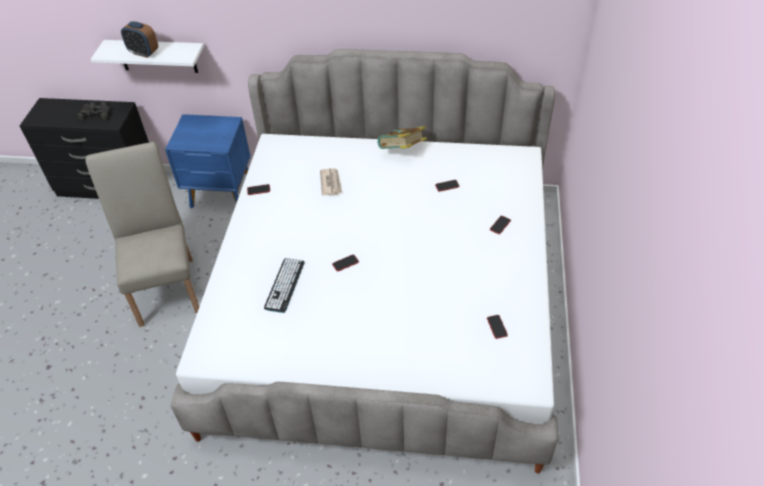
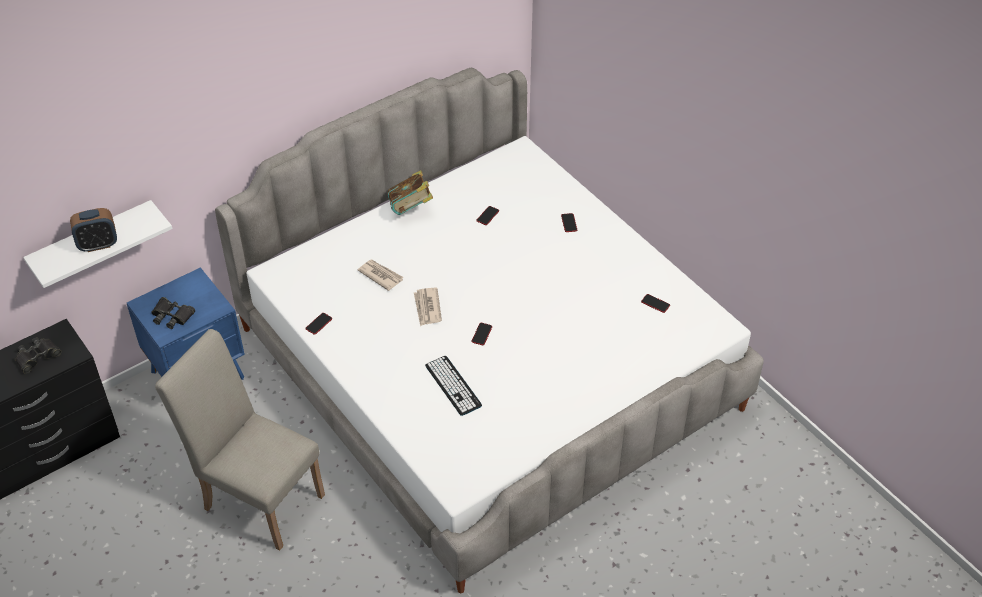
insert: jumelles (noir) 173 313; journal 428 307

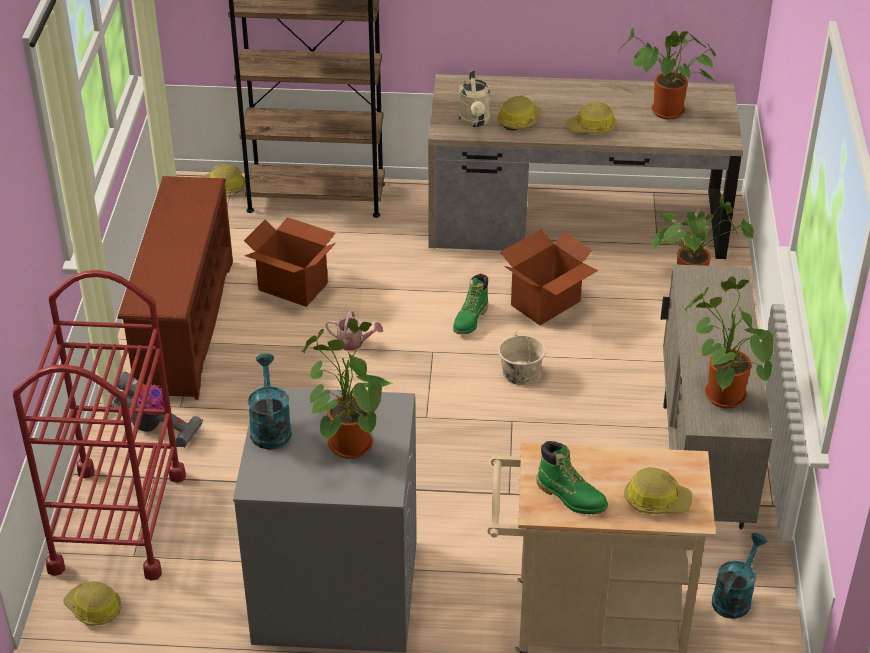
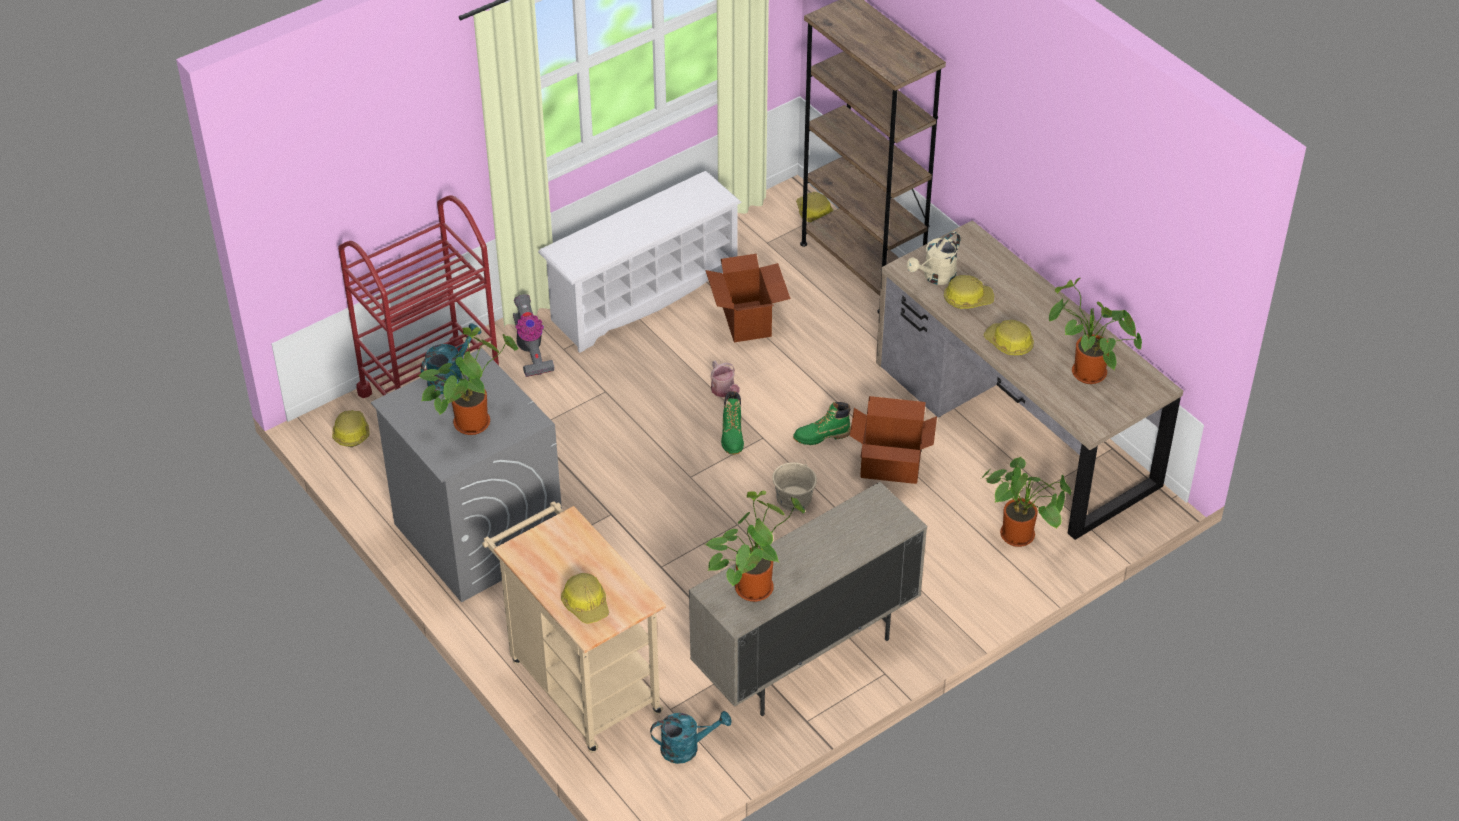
move: botte (vert) 572 478 to 732 423
recolor: étagère à chaussures (marron) 175 288 to étagère à chaussures (blanc) 640 262

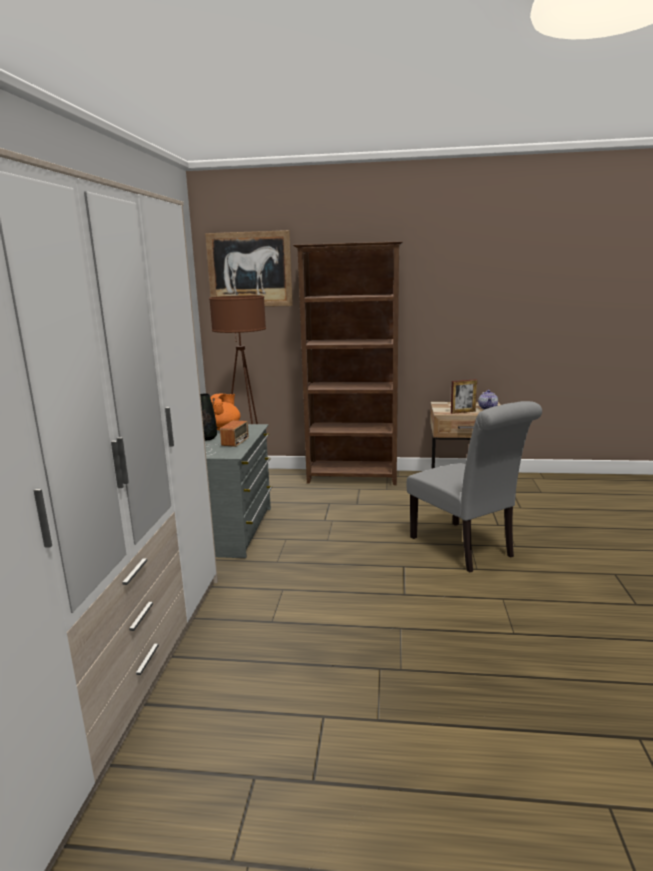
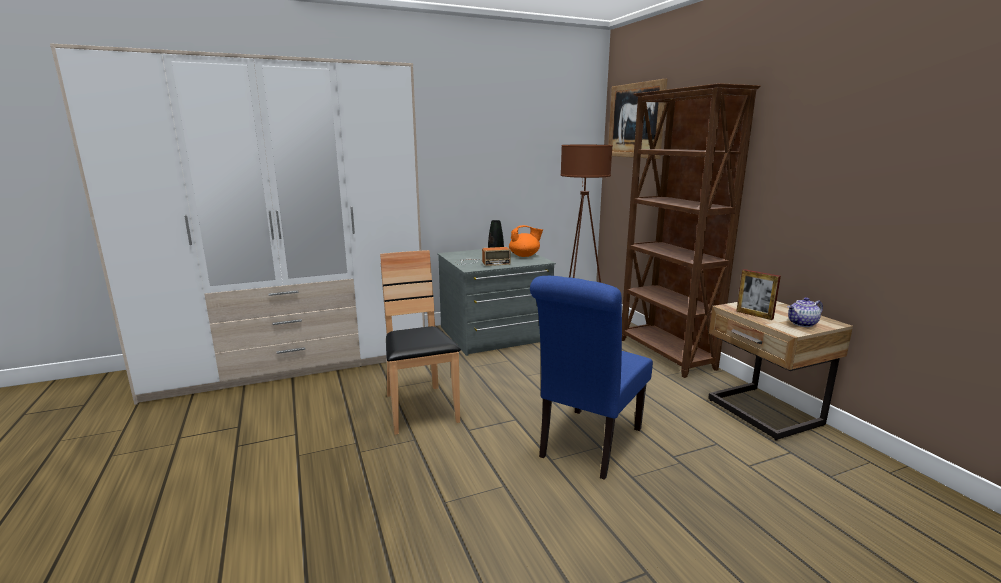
insert: chaise (marron) 420 342
recolor: chaise (gris) 474 486 to chaise (bleu) 591 378

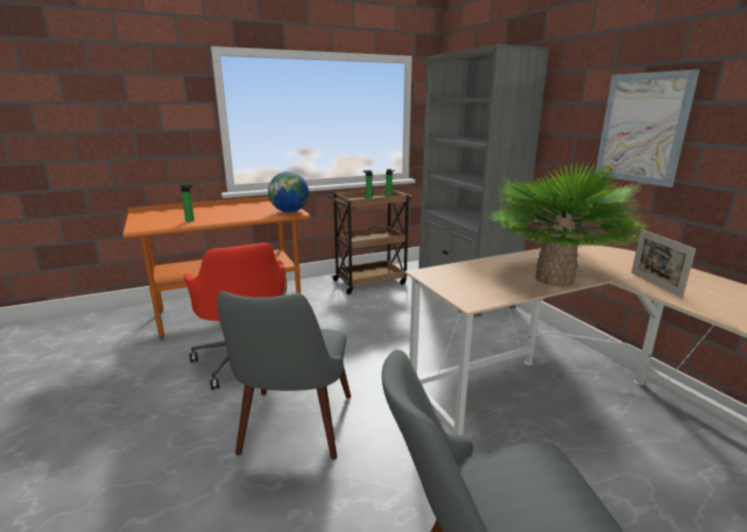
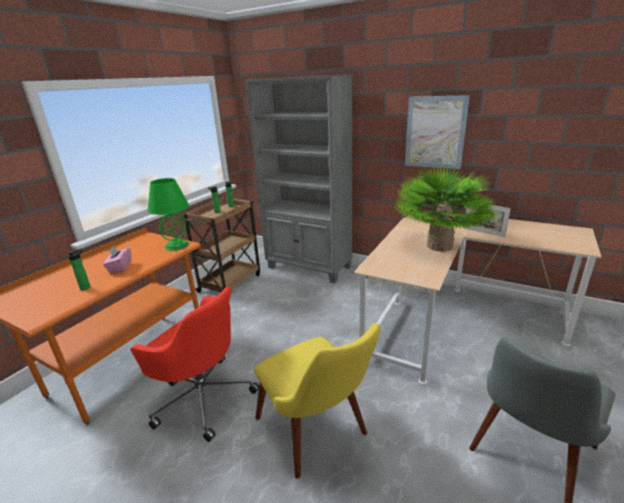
insert: boîte à mouchoirs (rose) 117 259
replace: globe 288 192 to lampe de table (vert) 168 214
recolor: chaise (gris) 284 375 to chaise (jaune) 317 401

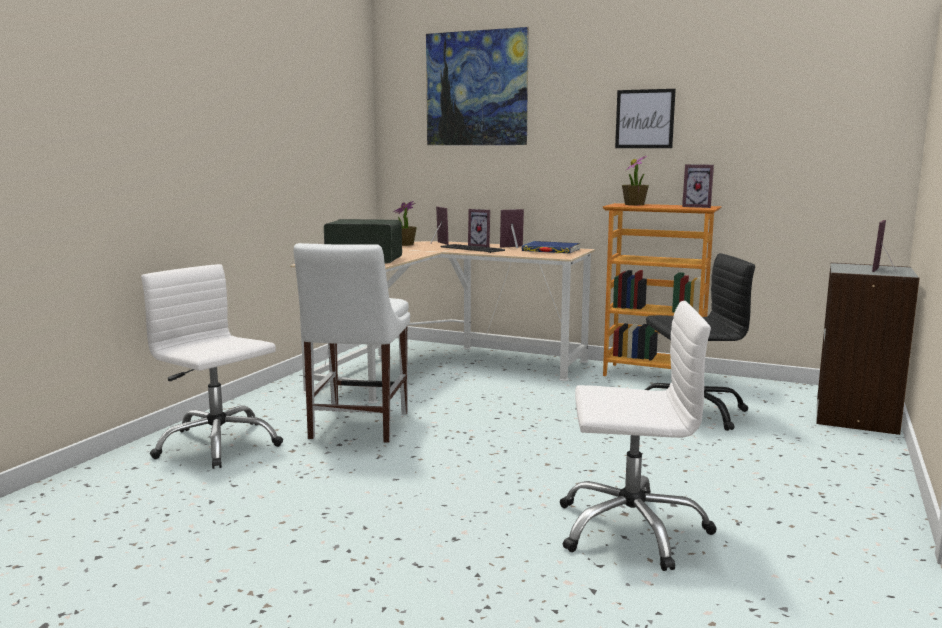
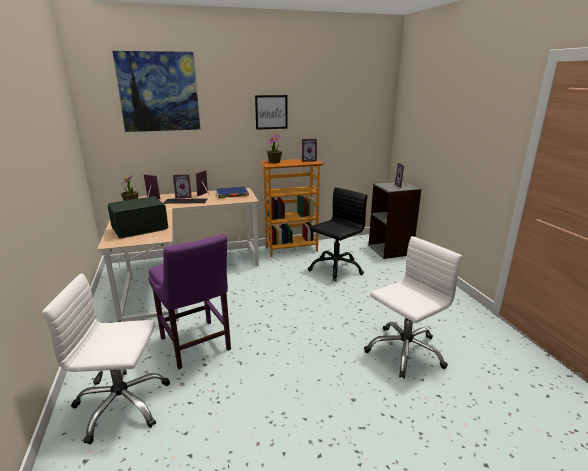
recolor: chaise (blanc) 351 343 to chaise (violet) 190 302

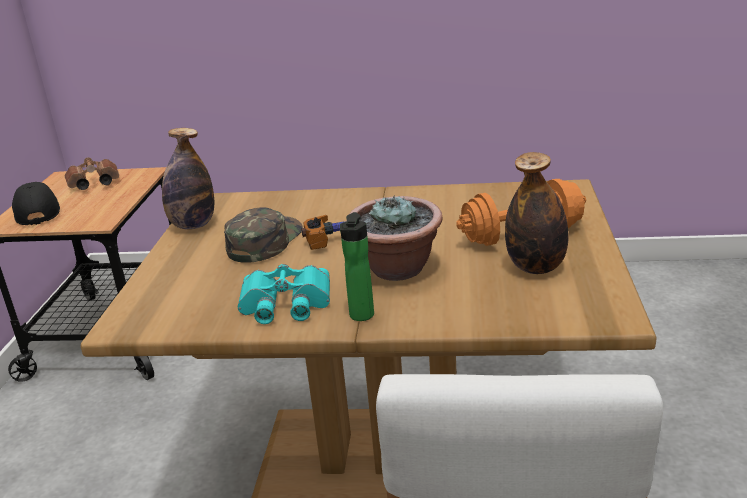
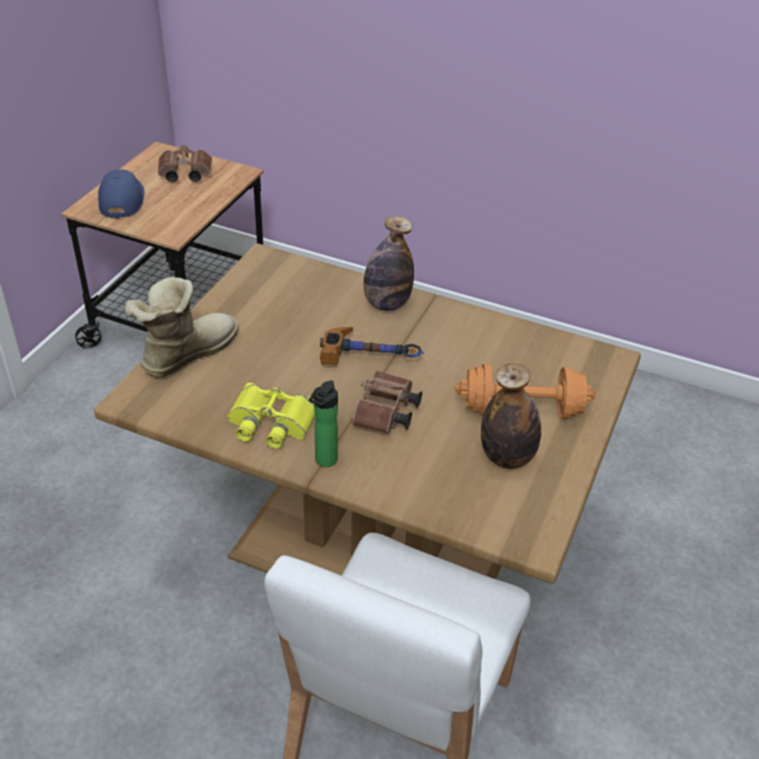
delete: casquette (vert) 263 235
insert: botte 181 327
move: bouteille 188 178 to 389 263
replace: plante en pot 394 238 to jumelles (marron) 386 402
recolor: casquette (noir) 36 203 to casquette (bleu) 121 193; jumelles (turquoise) 284 294 to jumelles (jaune) 271 416

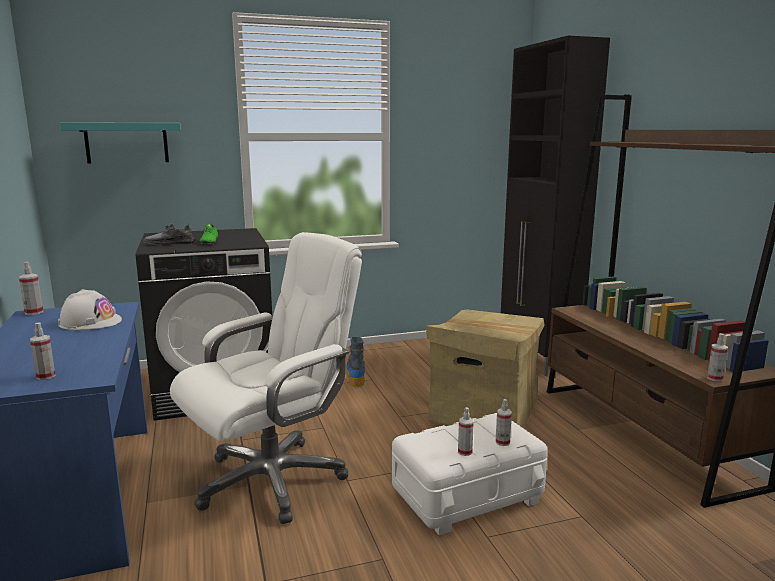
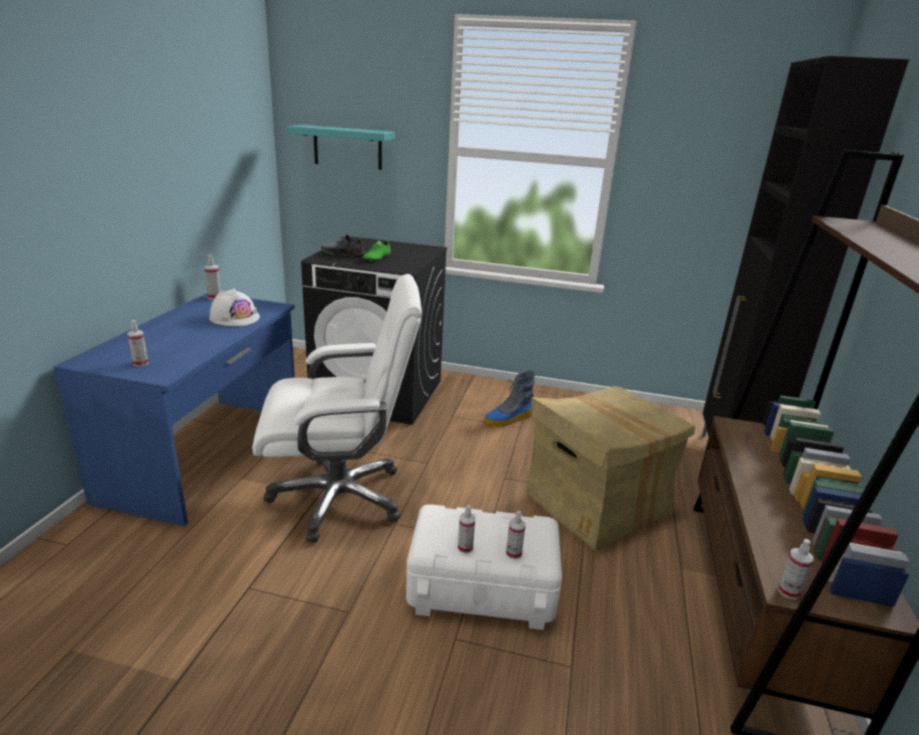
rotate: botte 355 362 = 509 398 150 degrees counterclockwise

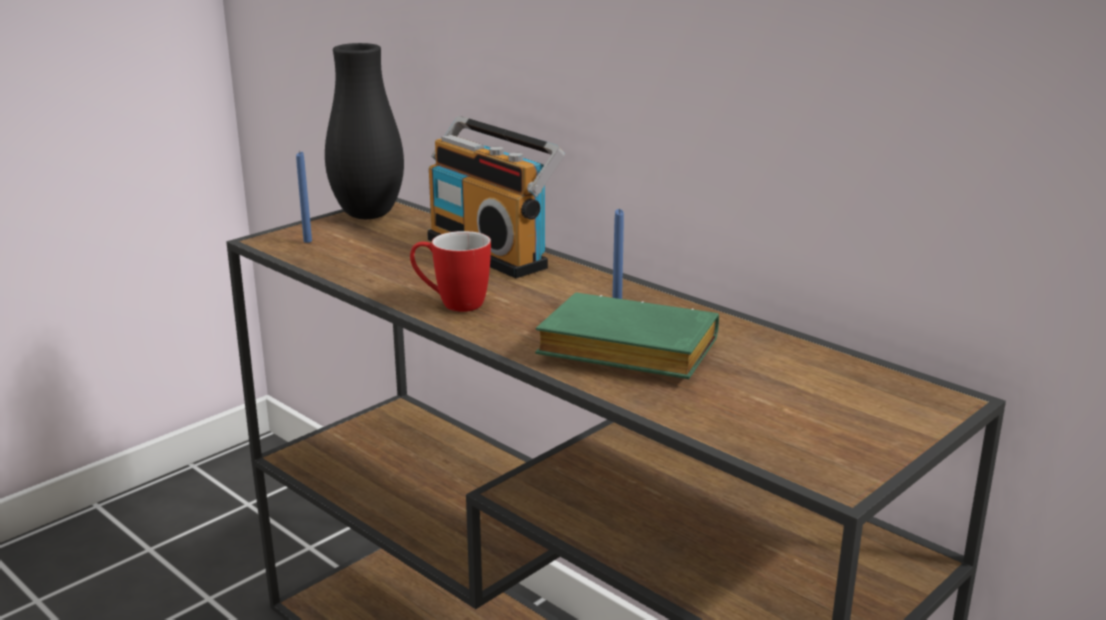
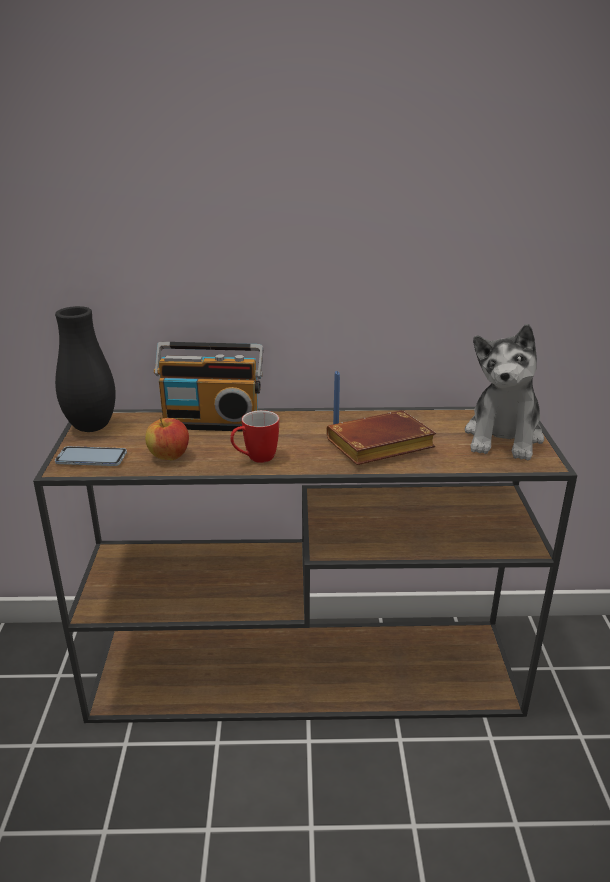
insert: pomme 167 438; peluche 504 392
replace: bougie (bleu) 304 197 to téléphone 91 456
recolor: livre (vert) 627 336 to livre (marron) 381 437

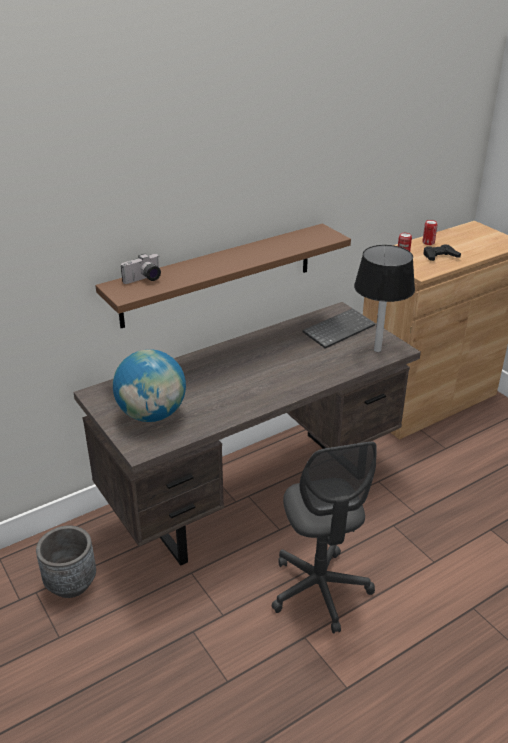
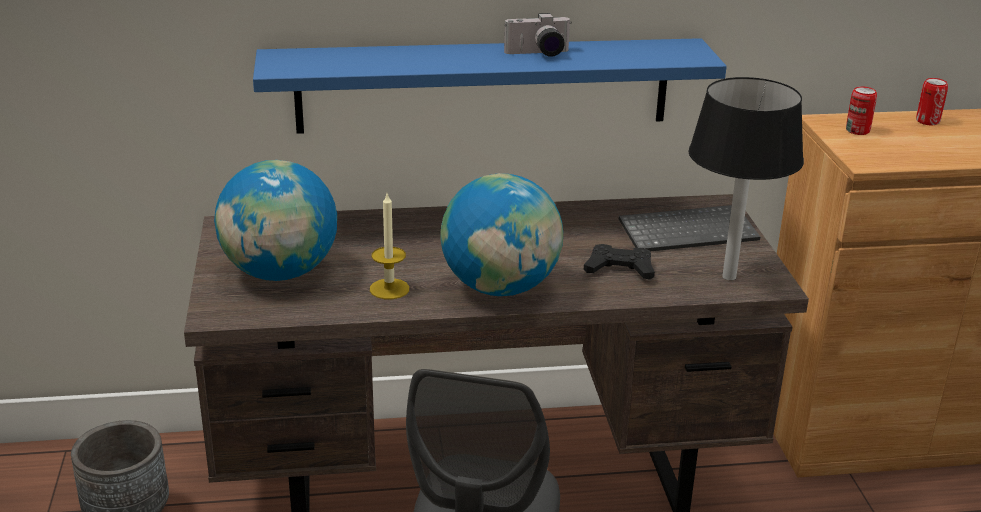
insert: bougie 389 246; globe 502 234
move: appareil photo 141 269 to 538 35; manette (noir) 442 252 to 619 262
recolor: étagère (marron) 223 276 to étagère (bleu) 490 86

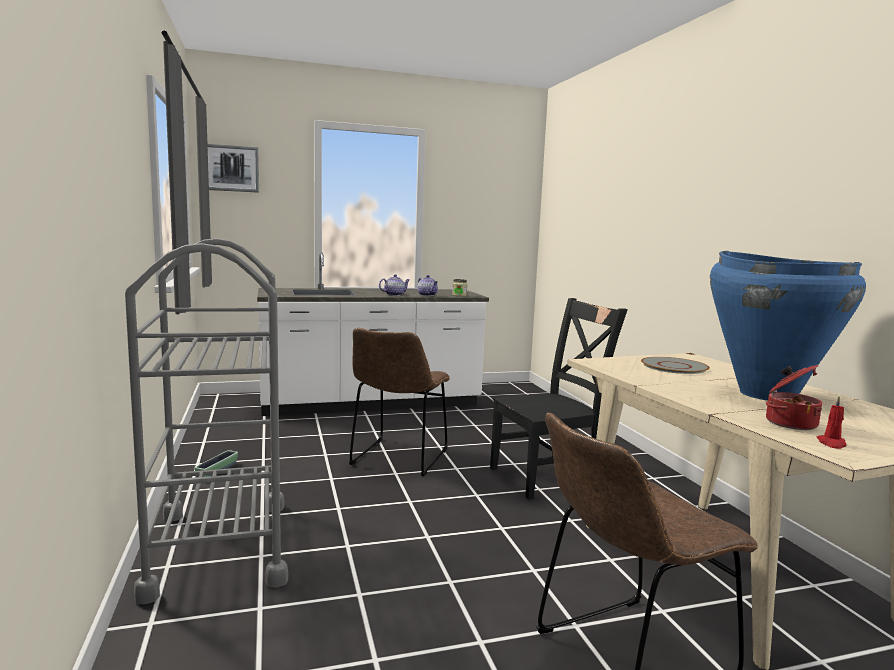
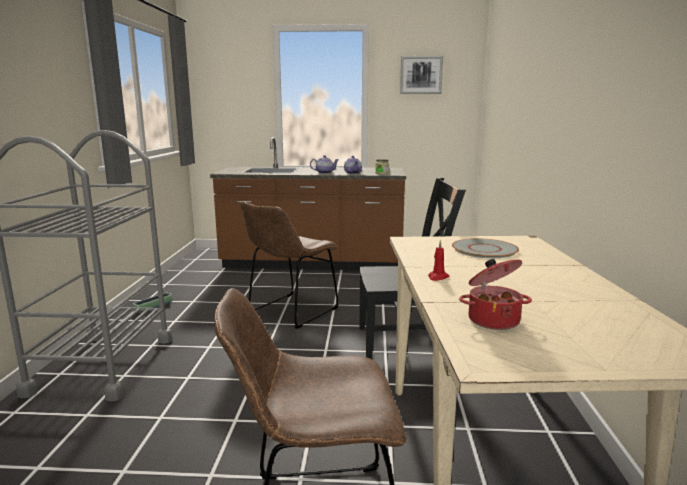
delete: vase (bleu) 788 326
move: tableau 233 168 to 421 75; bougie (rouge) 831 422 to 439 260
recolor: comptoir de cuisine (blanc) 373 334 to comptoir de cuisine (marron) 308 203

